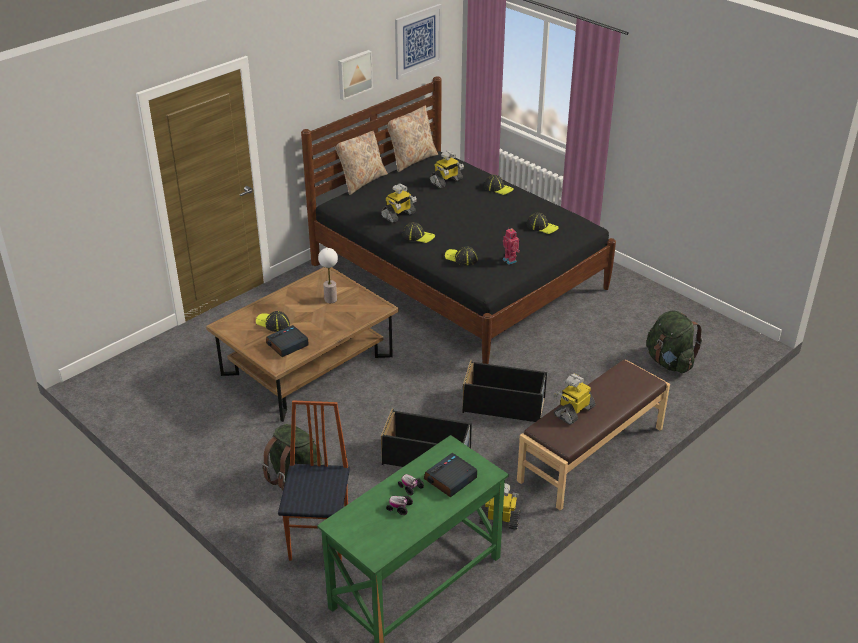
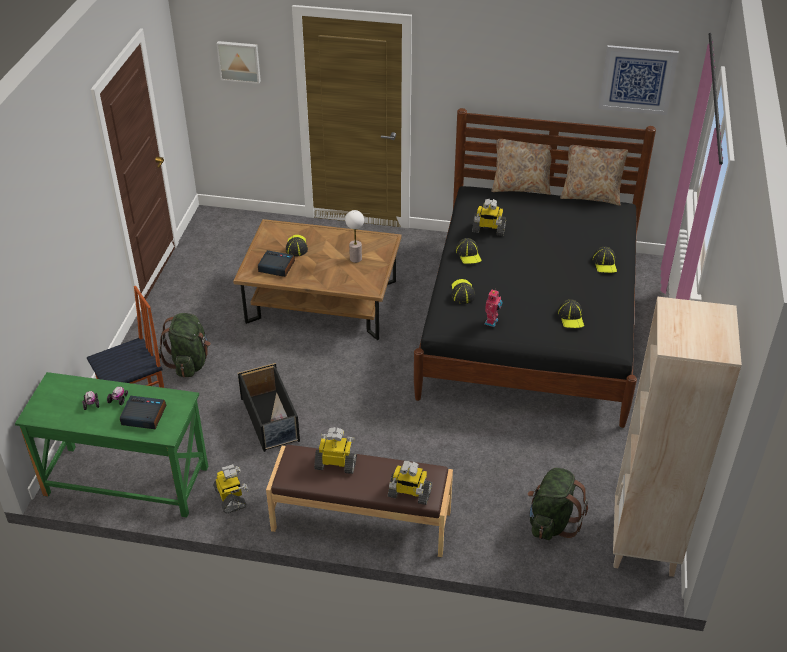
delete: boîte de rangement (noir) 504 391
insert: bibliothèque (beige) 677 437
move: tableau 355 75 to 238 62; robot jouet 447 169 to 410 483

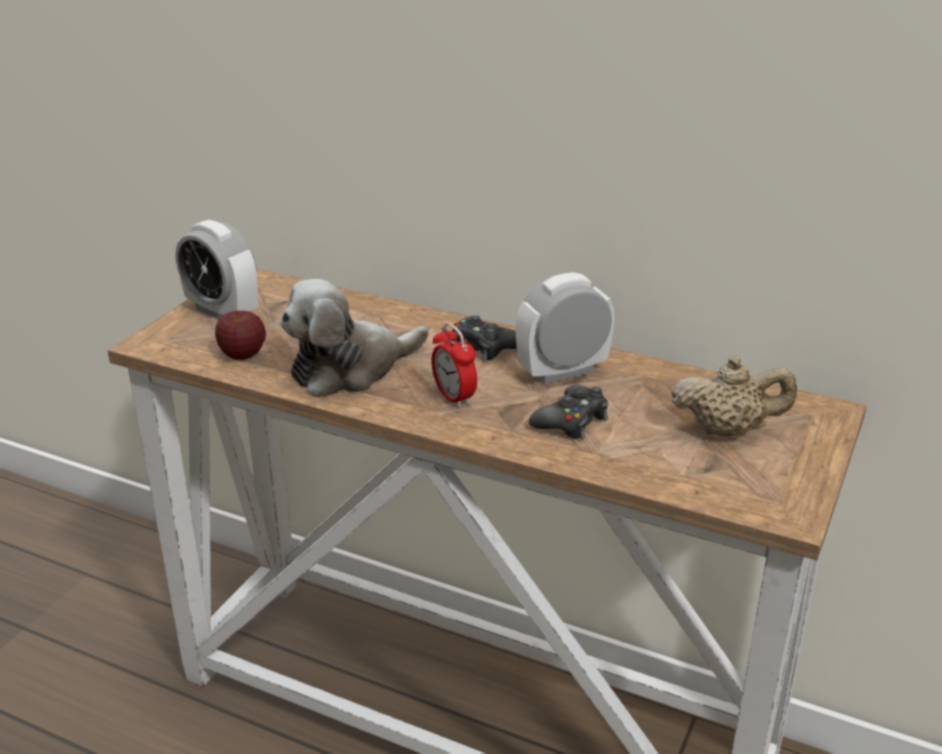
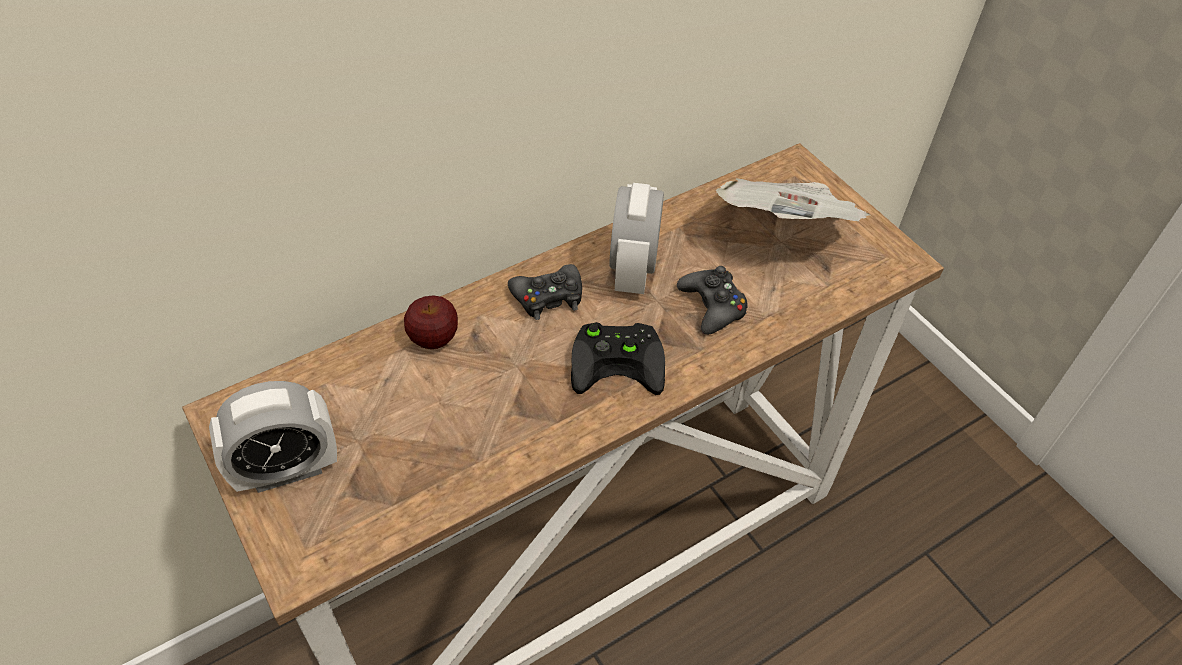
delete: peluche 354 338
move: pomme 240 335 to 431 322
replace: réveil 454 365 to manette (noir) 618 358; théière (beige) 734 395 to journal 793 199

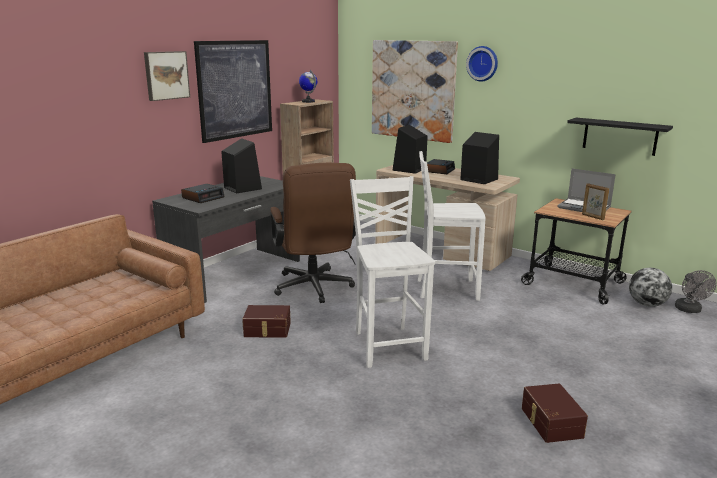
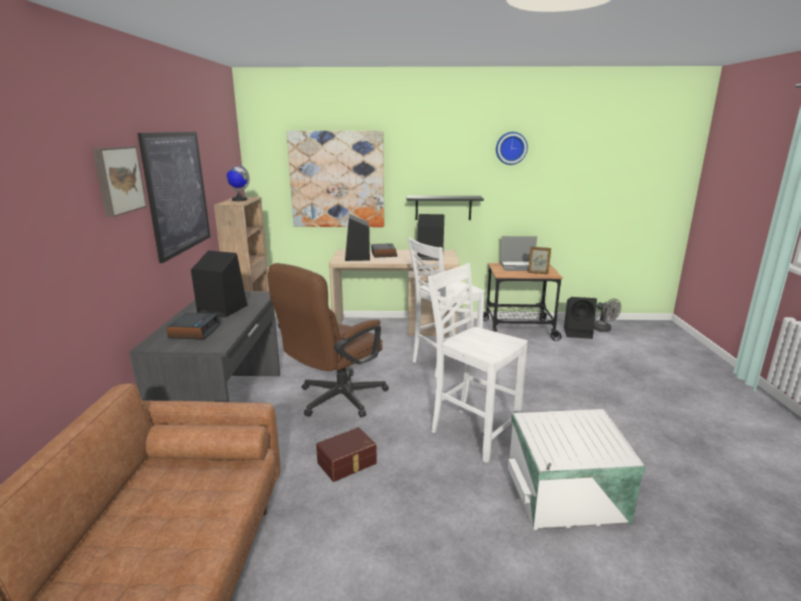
delete: boîte de rangement (marron) 555 413
insert: boîte de rangement (blanc) 577 469
move: horloge murale 482 64 to 512 148; étagère (noir) 620 137 to 445 208
replace: globe 650 287 to enceinte (noir) 580 318
rotate: chaise de bureau (marron) 313 233 = 328 340 90 degrees clockwise

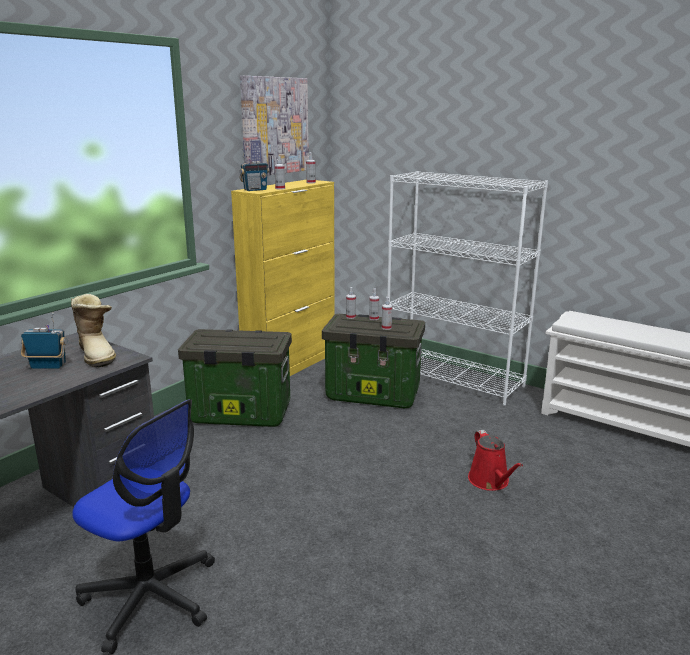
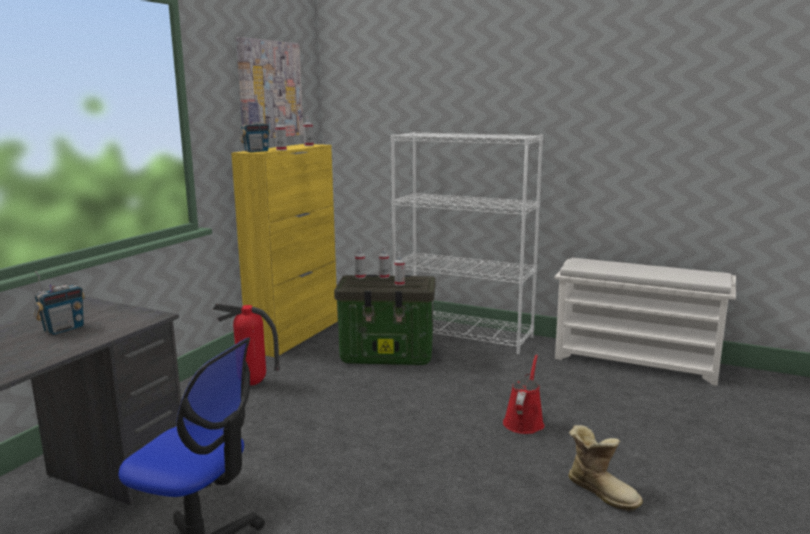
move: botte 93 331 to 605 468
replace: boîte de rangement 235 378 to extincteur 246 344
rotate: radio 44 341 = 59 303 135 degrees clockwise; arrosoir (rouge) 495 460 = 523 394 135 degrees counterclockwise

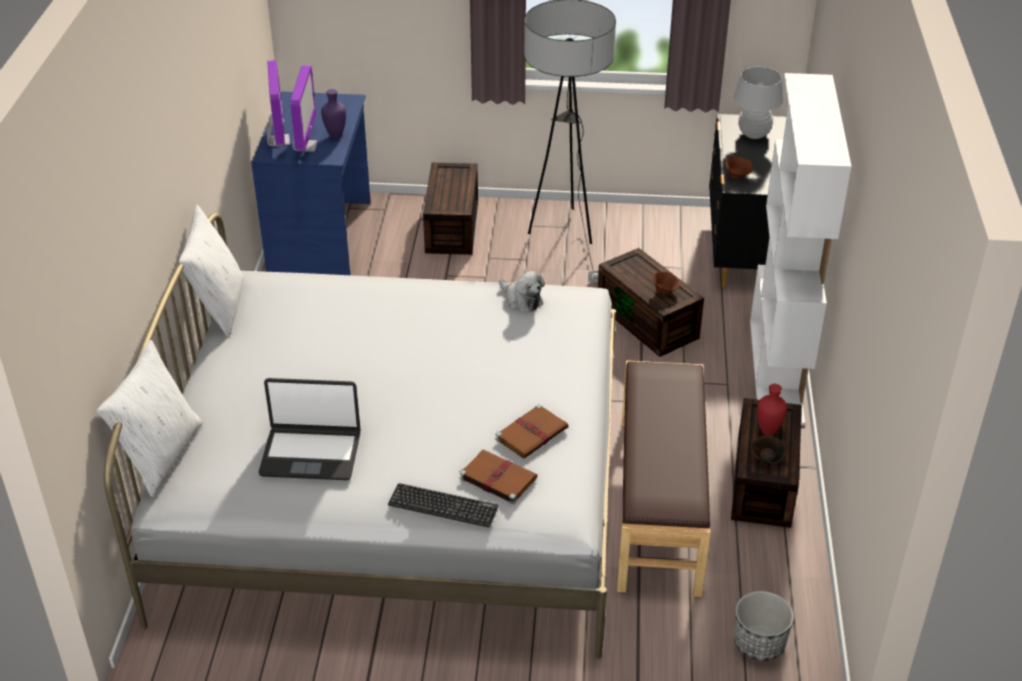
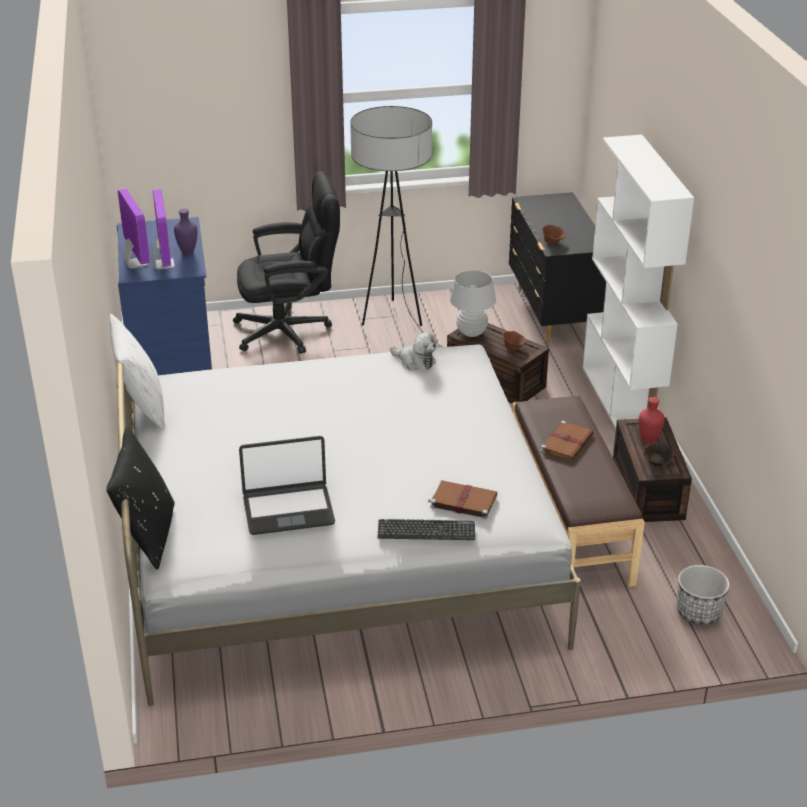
move: livre (marron) 531 431 to 567 441; lampe de table (blanc) 759 103 to 473 303
replace: boîte de rangement (marron) 450 209 to chaise de bureau (noir) 286 262
recolor: coussin (blanc) 149 418 to coussin (noir) 140 498

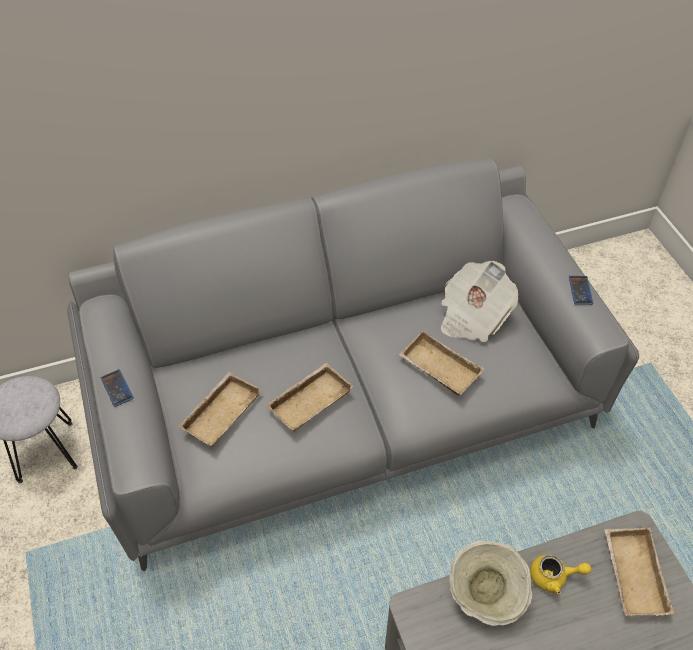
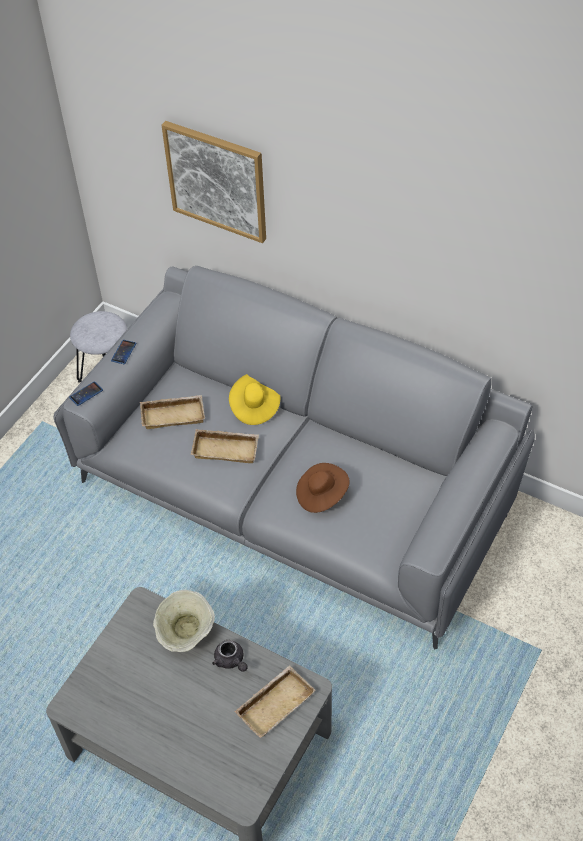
delete: journal 479 301
insert: tableau 214 182; chapeau (jaune) 254 399
move: téléphone 581 290 to 86 393
replace: plateau (beige) 442 362 to chapeau (marron) 323 488
recolor: théière (jaune) 560 574 to théière (gris) 229 656

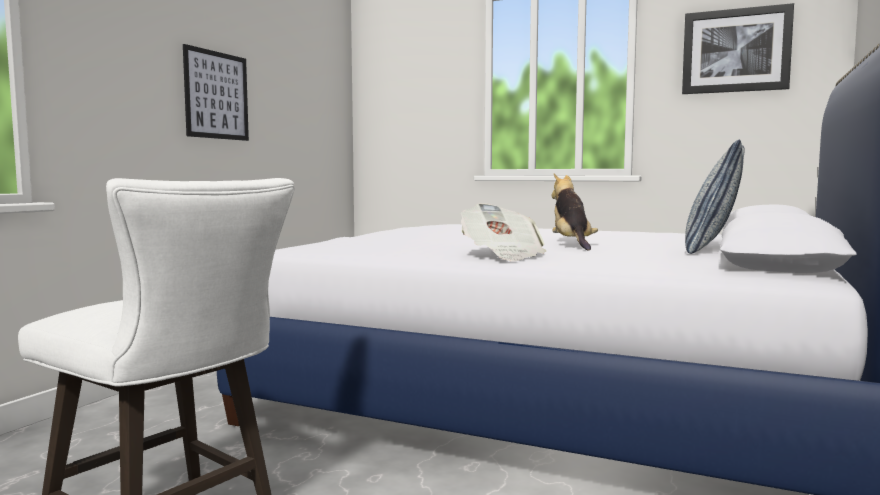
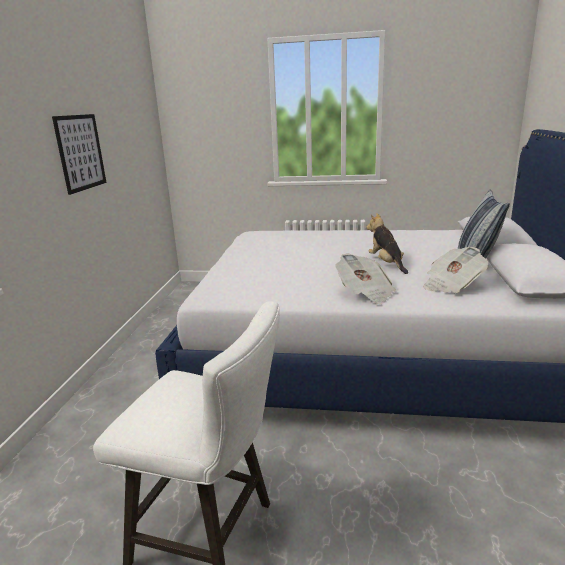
delete: tableau 738 48
insert: journal 455 270

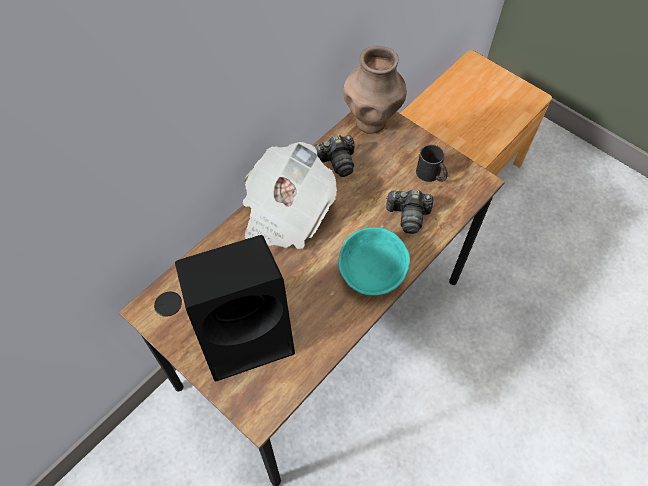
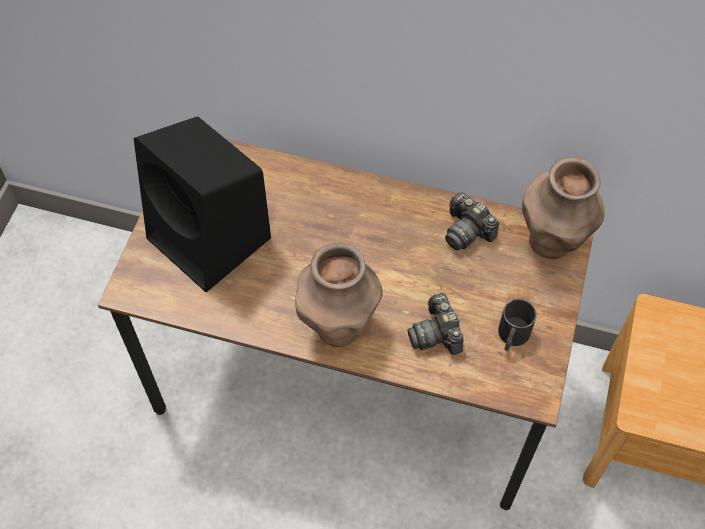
delete: journal 289 195
replace: bol (turquoise) 374 261 to vase (marron) 339 295

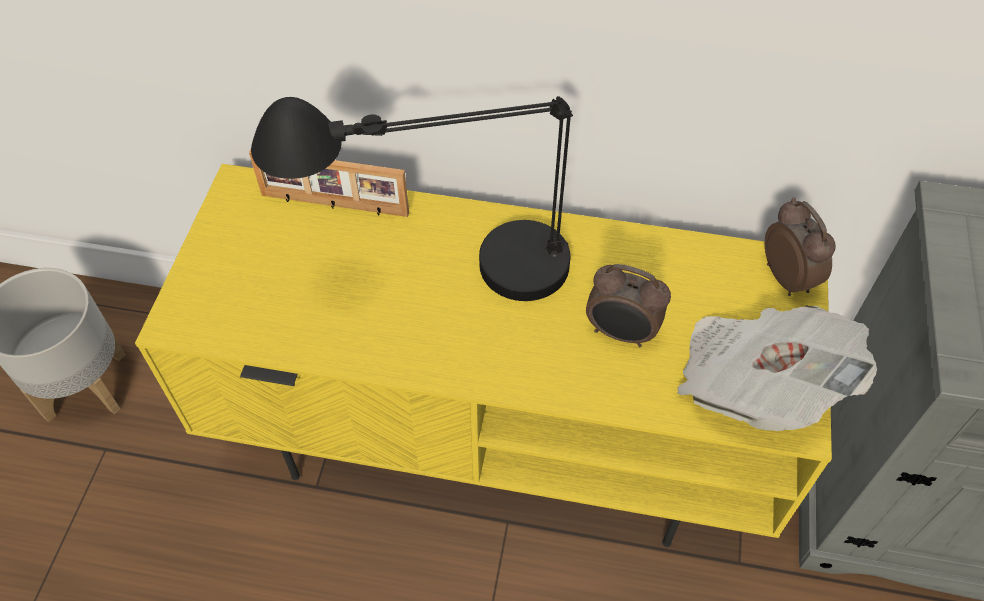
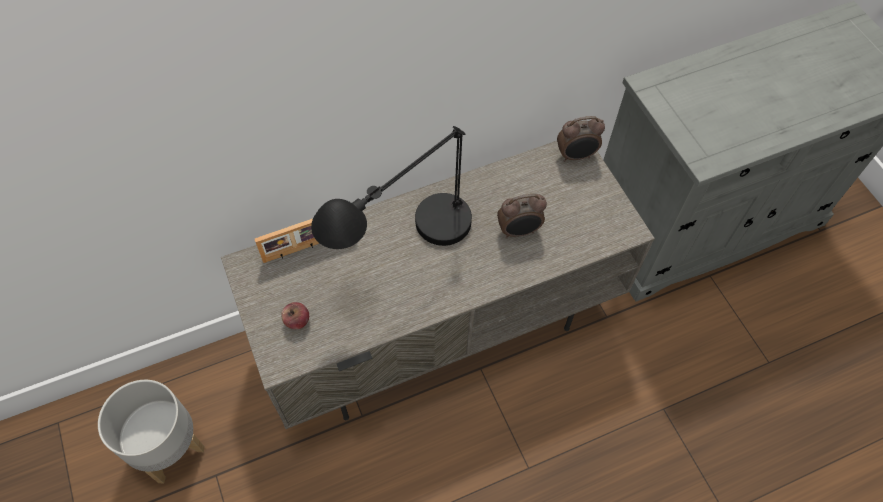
delete: journal 777 368
insert: pomme 295 315
recolor: meuble télé (jaune) 483 355 to meuble télé (gris) 438 285
rotate: réveil 800 246 = 581 139 135 degrees clockwise

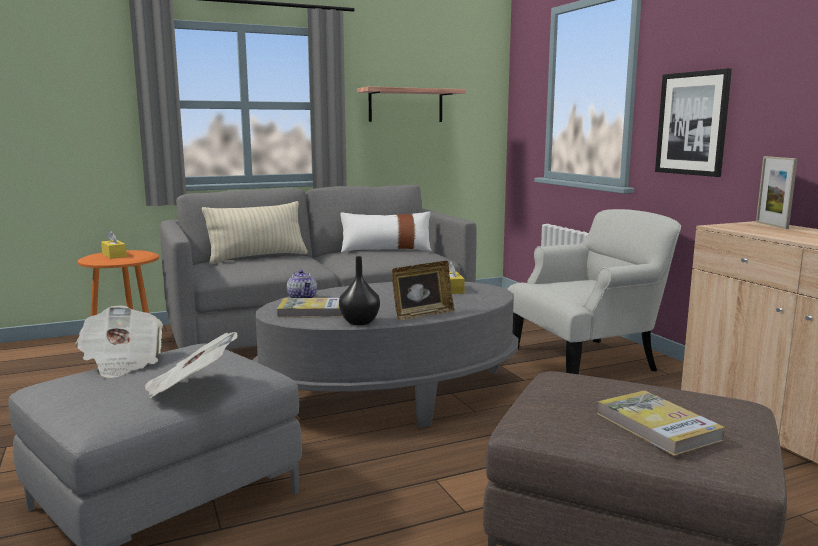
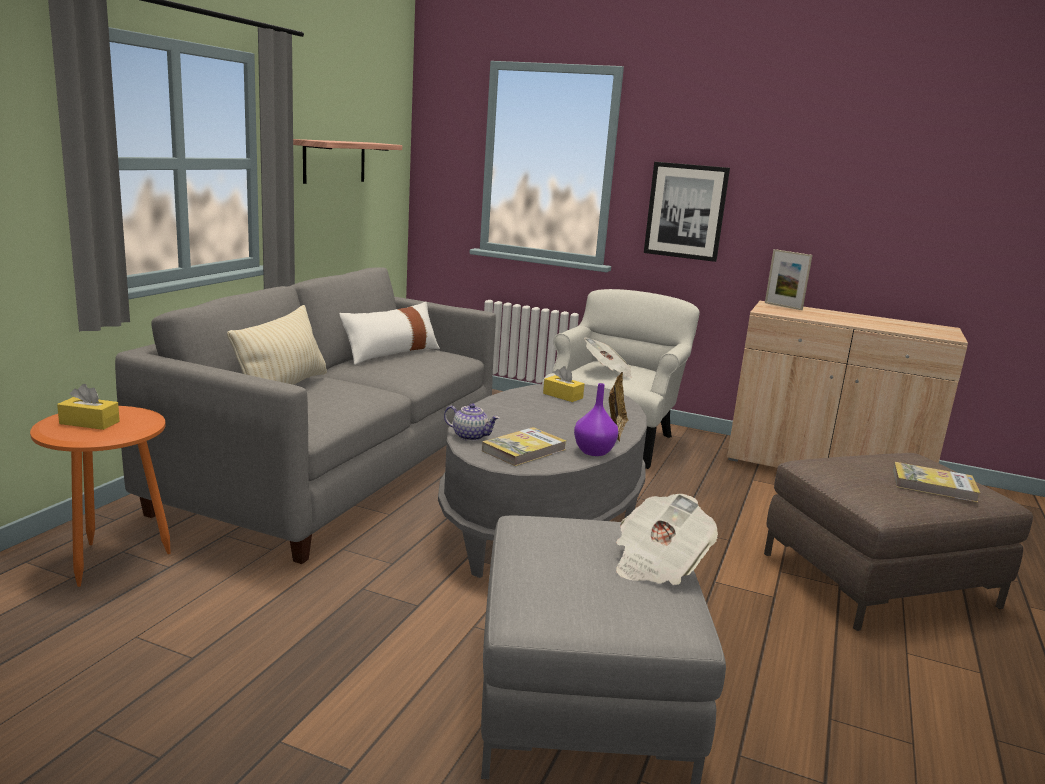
move: journal 119 342 to 608 357
recolor: vase (noir) 359 290 to vase (violet) 596 419

